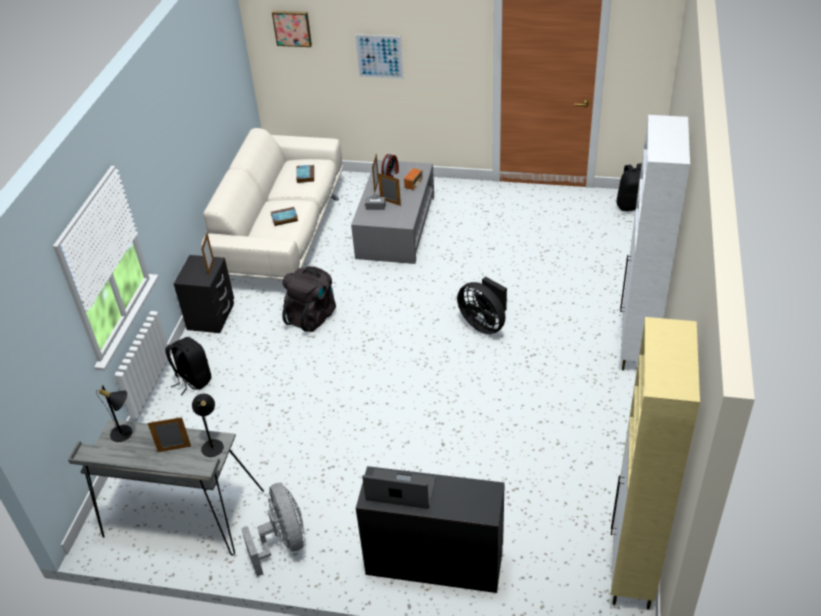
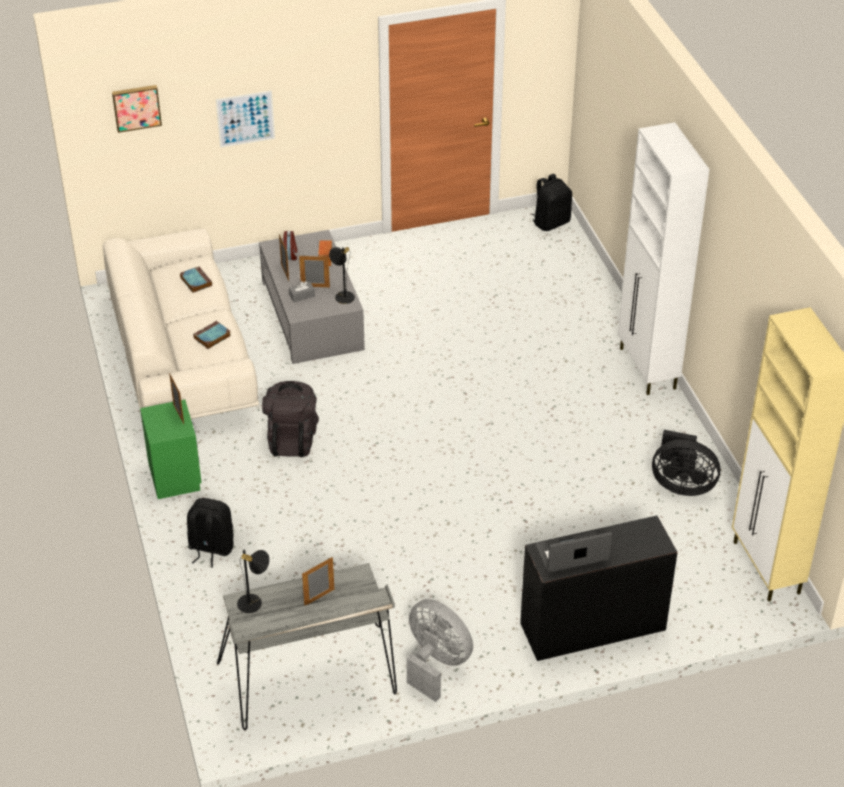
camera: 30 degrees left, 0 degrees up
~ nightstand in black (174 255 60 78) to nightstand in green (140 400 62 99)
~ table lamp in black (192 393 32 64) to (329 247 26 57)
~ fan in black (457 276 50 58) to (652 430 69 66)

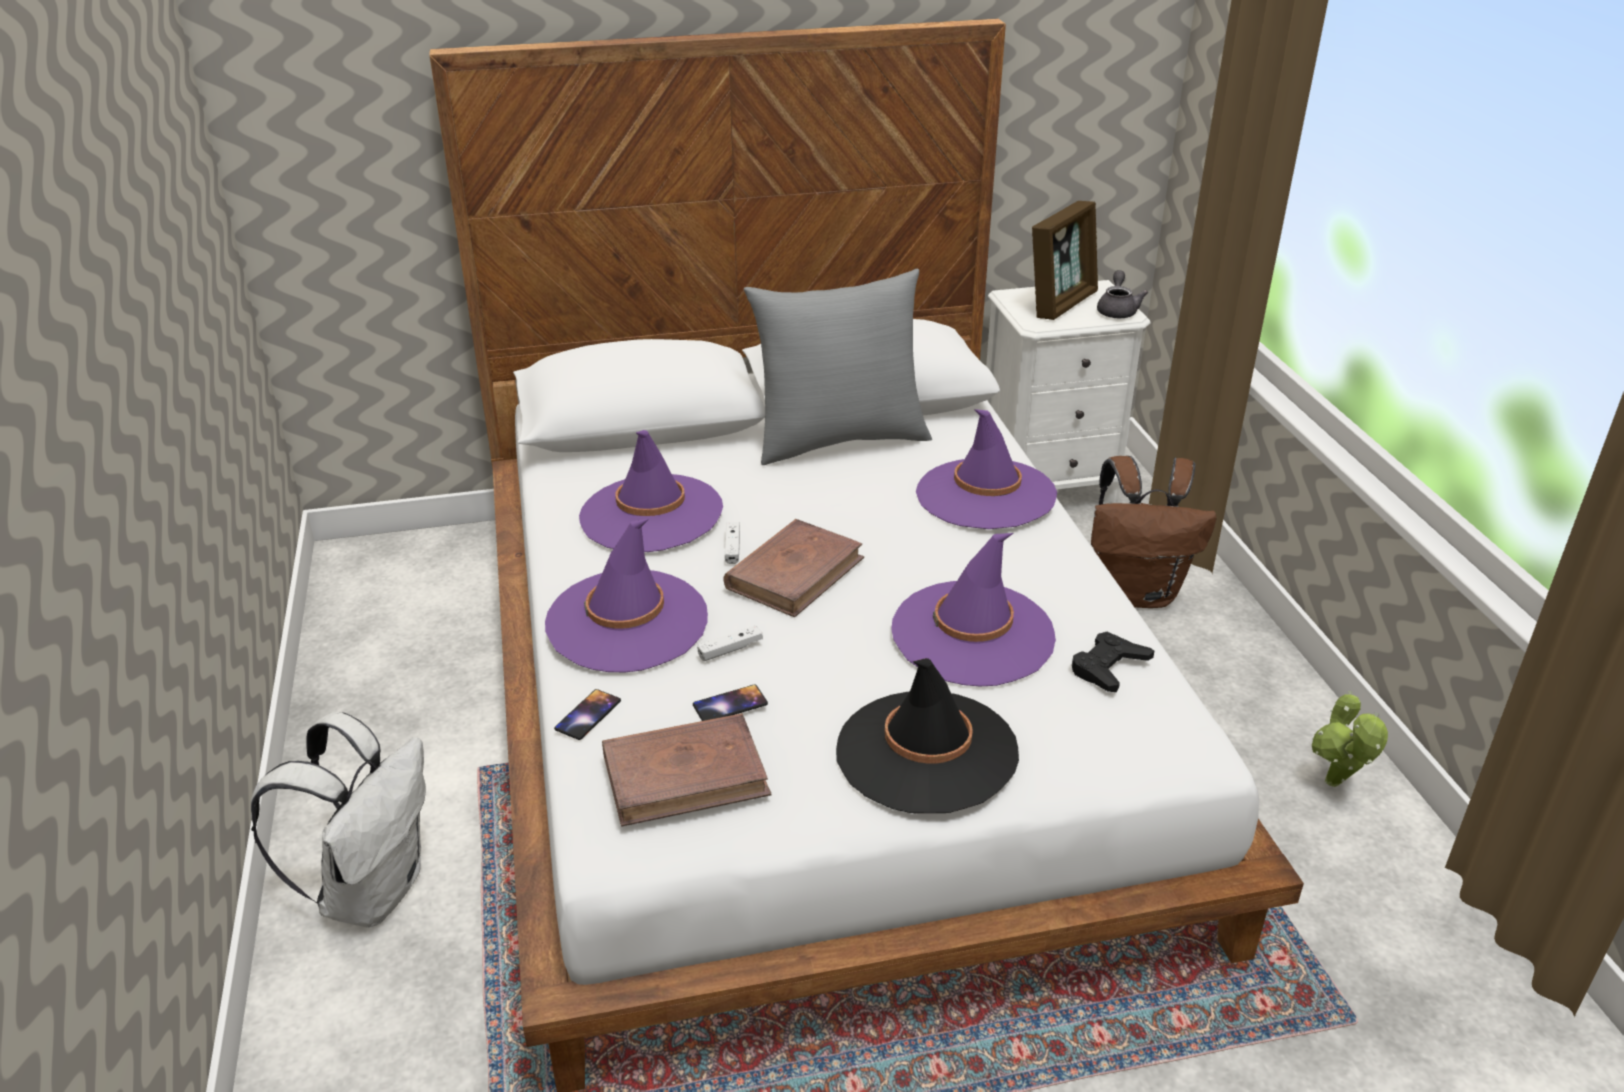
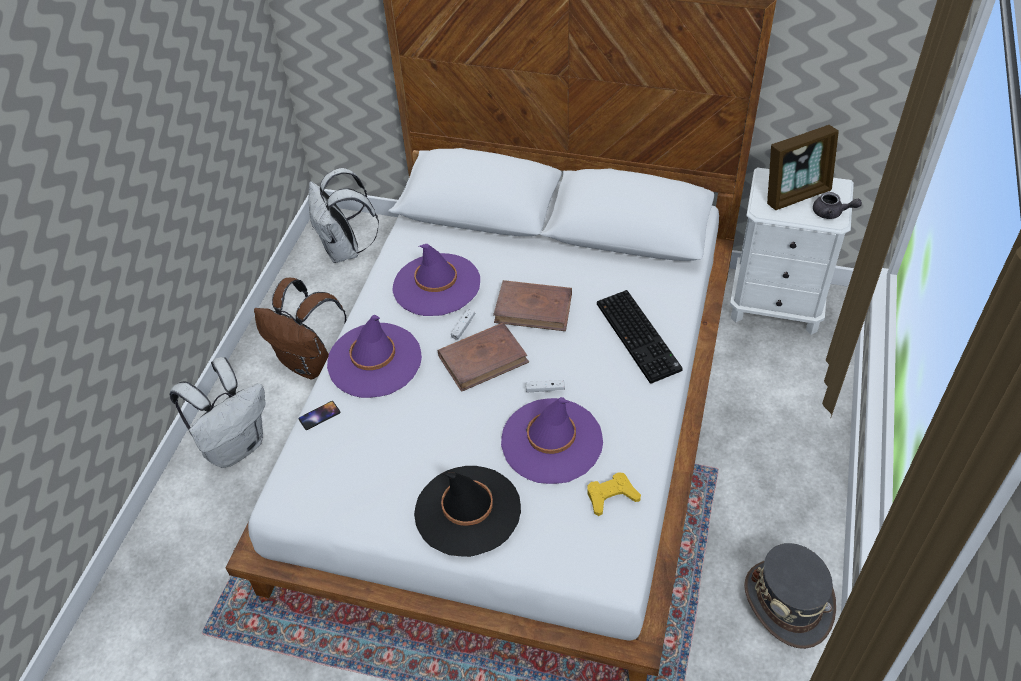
camera: 30 degrees right, 15 degrees up
~ backpack in brown (1091 456 126 152) to (254 278 93 101)
+ backpack in white (308 168 71 95)
~ book in brown (602 713 170 114) to (493 280 79 51)
~ game controller in white (697 625 66 36) to (526 380 39 12)
~ game controller in black (1072 632 82 60) to game controller in yellow (587 473 54 43)
~ hat in purple (916 409 141 120) to keyboard (597 290 86 94)
~ potted plant (1312 691 76 96) to hat in grey (744 543 92 106)
~ teapot in grey (1097 270 51 48) = (813 192 49 27) 75 degrees clockwise
- phone (693 685 75 36)
- pillow in grey (744 269 188 196)

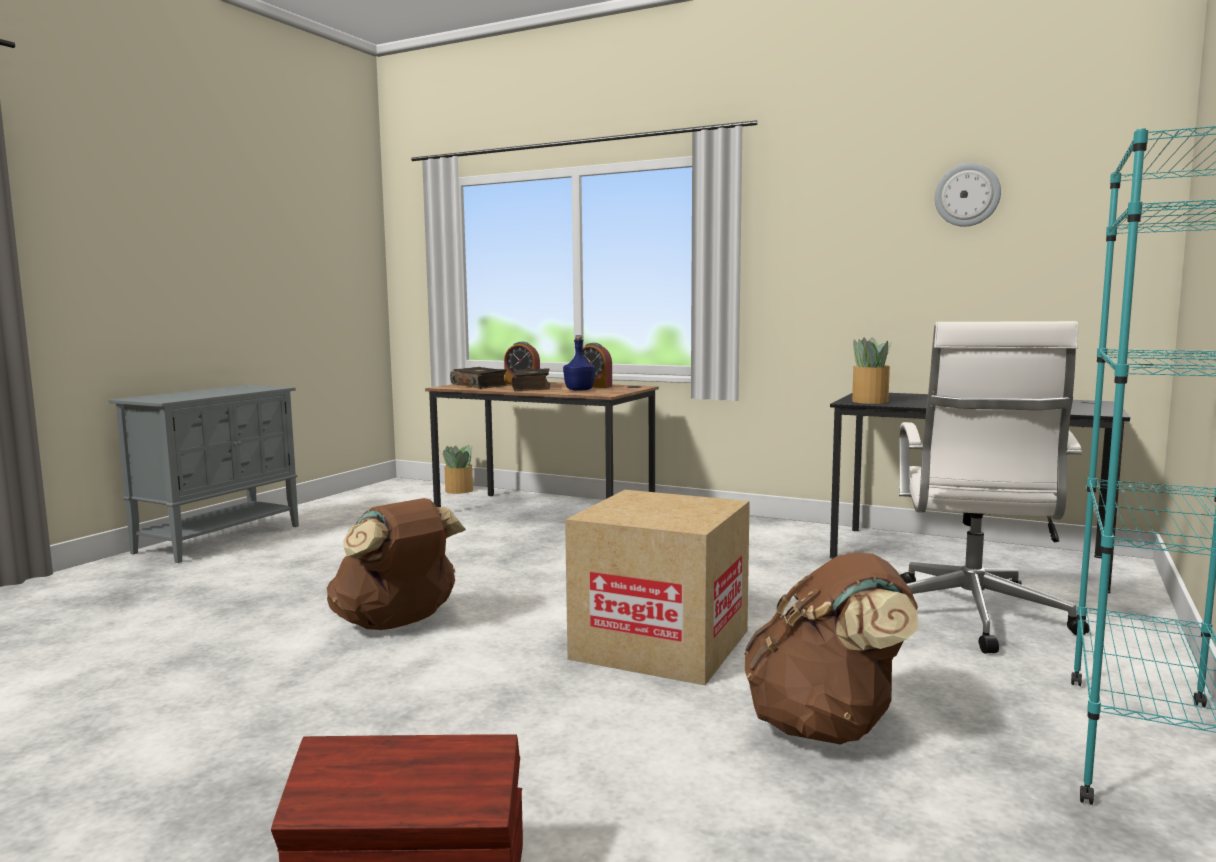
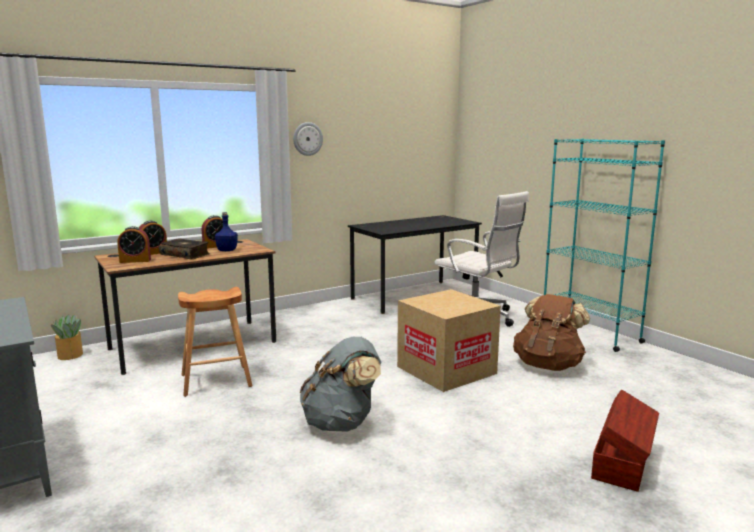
camera: 60 degrees left, 5 degrees up
~ book (450 367 58 22) to alarm clock (117 226 34 37)
+ stool in brown (178 287 74 110)
~ wall clock (935 163 66 64) to (293 122 30 34)
~ backpack in brown (327 498 139 132) to backpack in grey (300 337 81 95)
- potted plant (852 337 40 67)

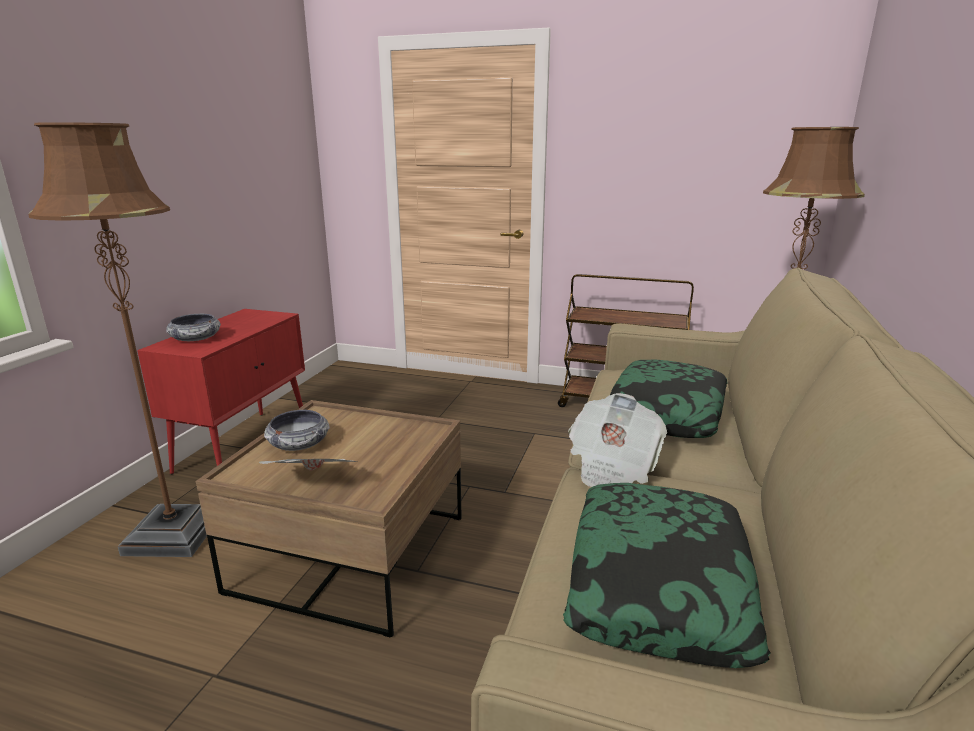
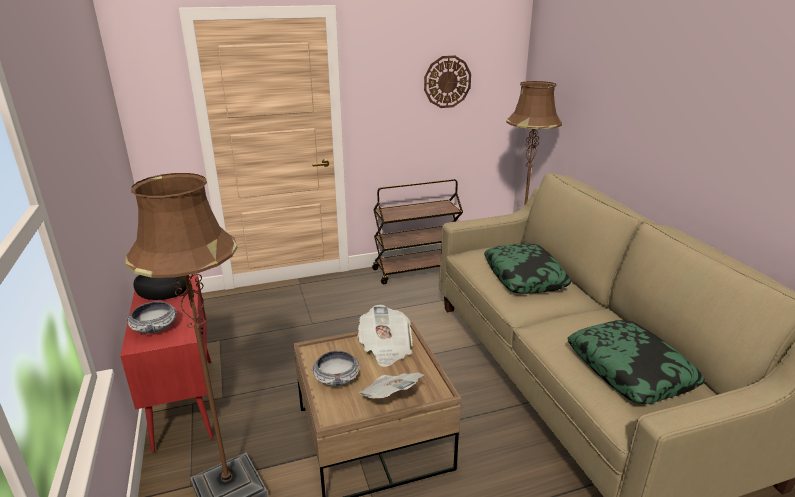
camera: 35 degrees left, 5 degrees up
+ bowl in black (133 275 53 25)
~ newspaper (568 393 99 94) to (357 305 55 62)
+ wall clock (424 55 47 53)

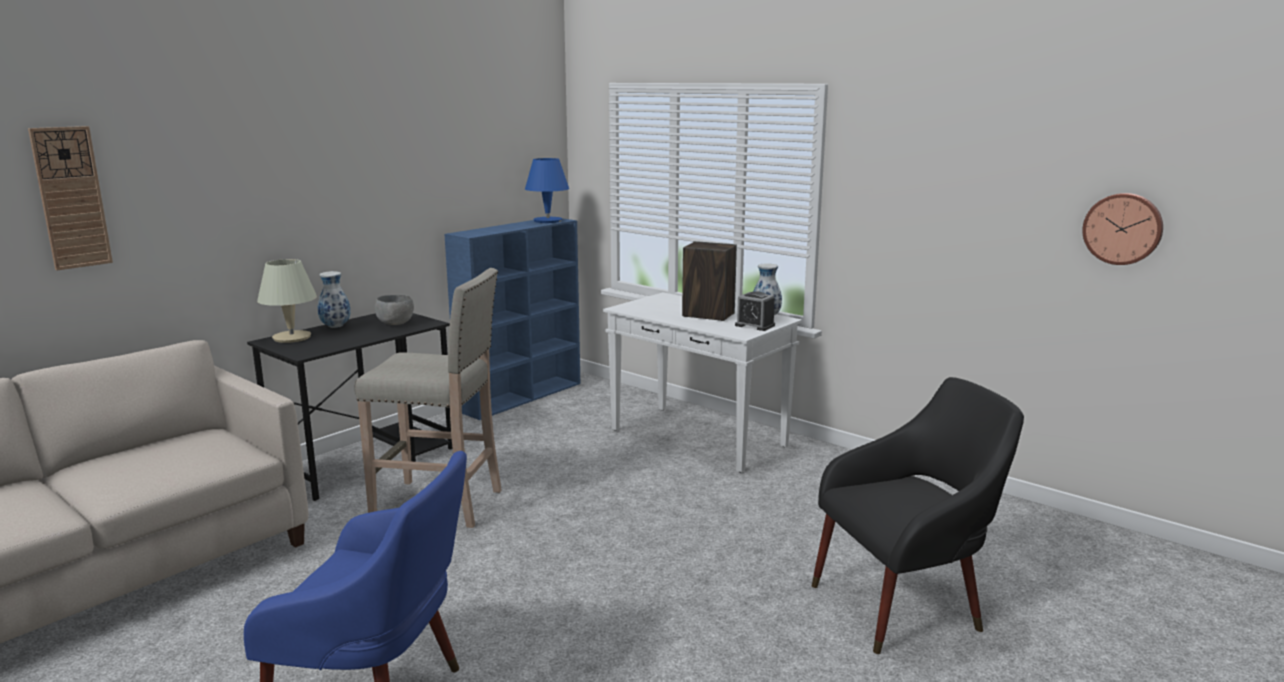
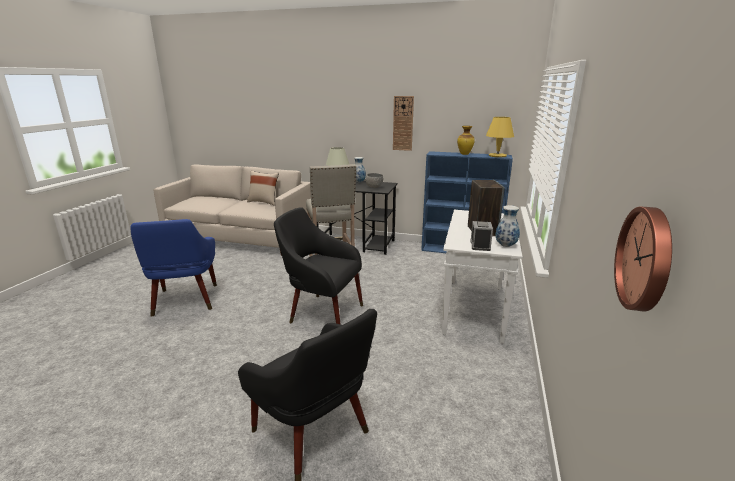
camera: 65 degrees right, 5 degrees up
+ pillow in beige (247 170 32 36)
+ armchair in black (274 207 89 117)
~ wall clock (28 126 85 144) to (393 96 21 55)
+ vase (457 126 18 29)
~ table lamp in blue (525 158 44 65) to table lamp in yellow (486 117 28 40)

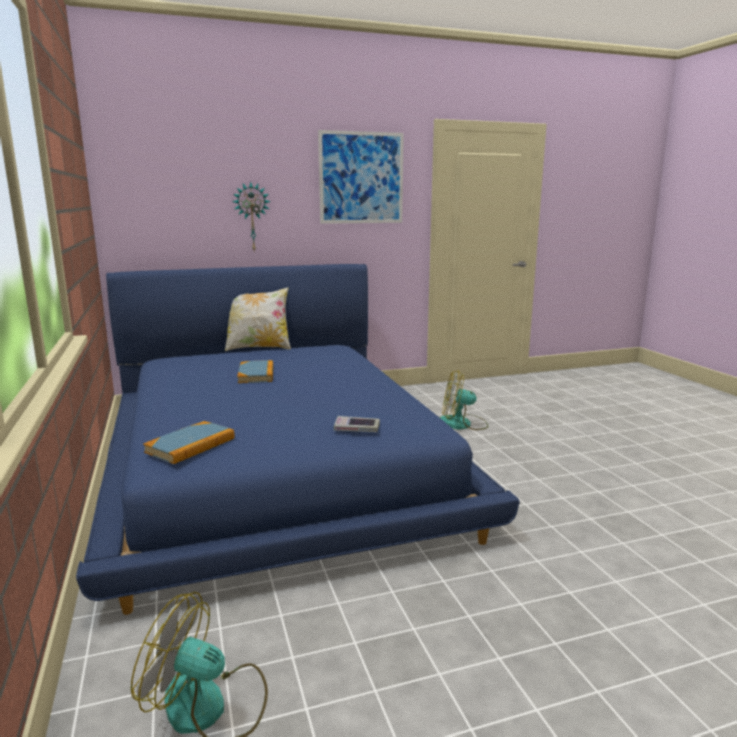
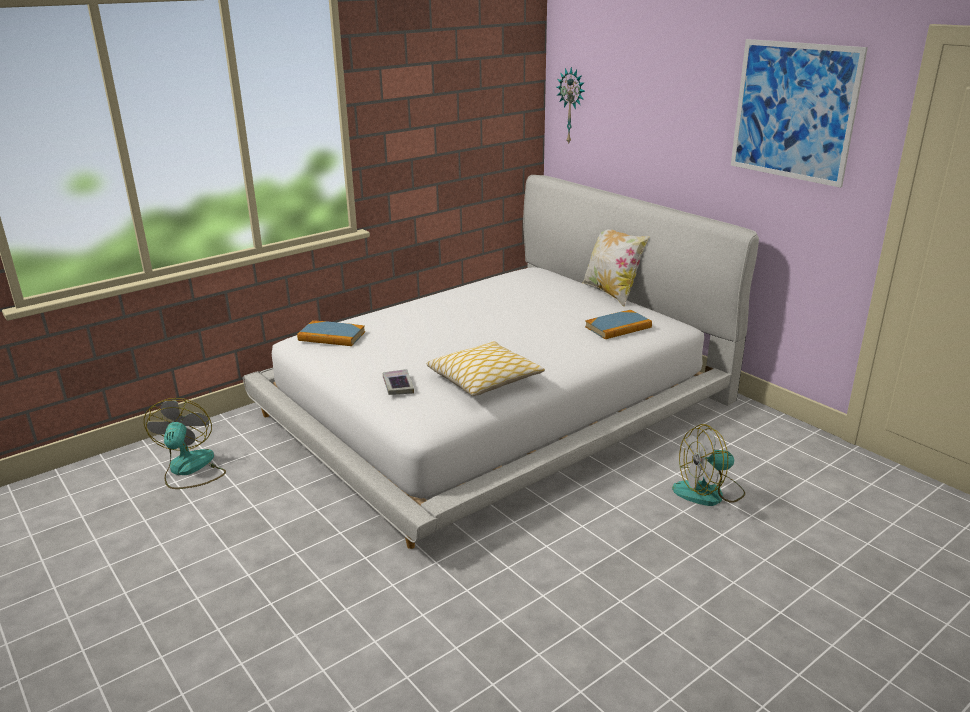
camera: 70 degrees right, 10 degrees up
~ bed in blue (76 264 444 351) to bed in white (243 175 516 374)
+ pillow (427 341 118 55)
~ wall clock (232 182 39 69) to (557 67 28 78)
~ book (237 360 36 23) to (585 310 67 29)
~ fan (440 371 49 59) = (672 424 73 82) 90 degrees counterclockwise

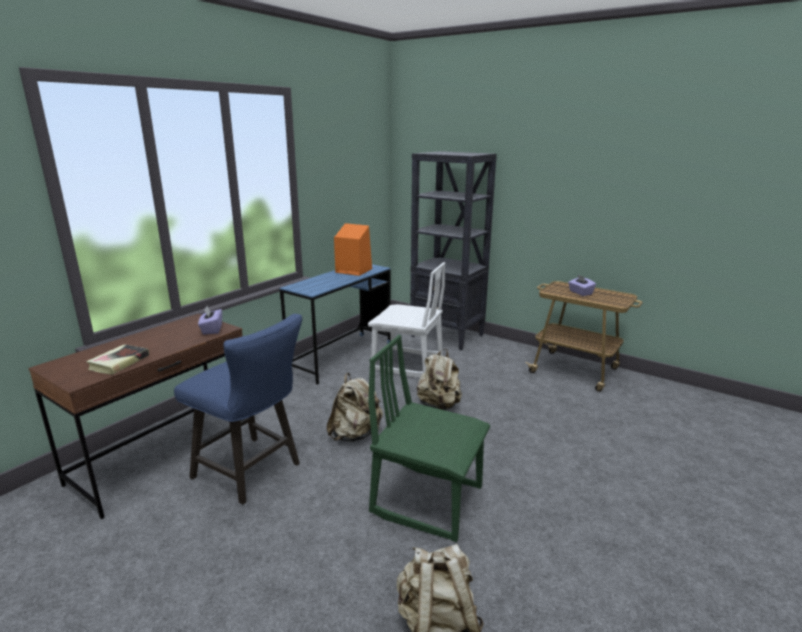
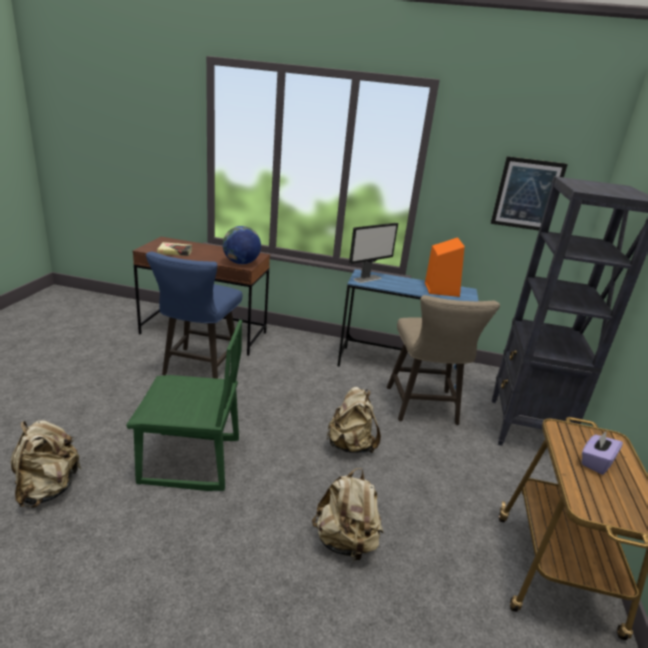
camera: 65 degrees right, 5 degrees up
~ chair in green (368 335 123 207) = (126 320 116 171) 90 degrees clockwise
~ tissue box in purple (198 306 24 29) to globe (223 226 38 38)
~ backpack in beige (326 373 57 69) to (312 468 71 93)
+ monitor (349 223 49 60)
~ chair in white (368 262 77 116) to stool in beige (387 295 113 130)
+ picture (491 156 77 75)

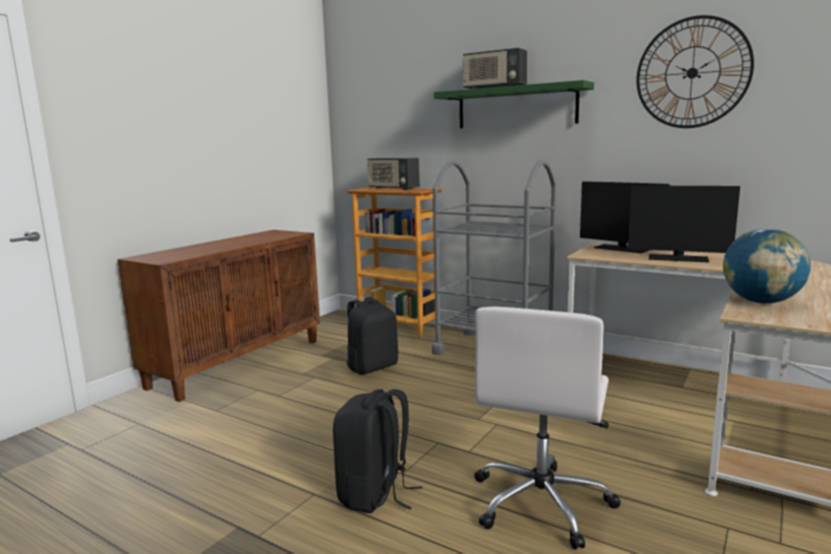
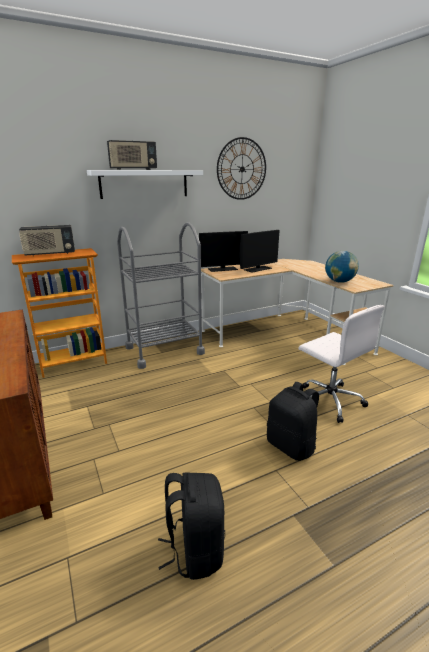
camera: 60 degrees left, 10 degrees up
~ shelf in green (434 80 160 48) to shelf in white (87 170 116 29)
~ backpack in black (347 297 51 78) to (158 473 67 107)

